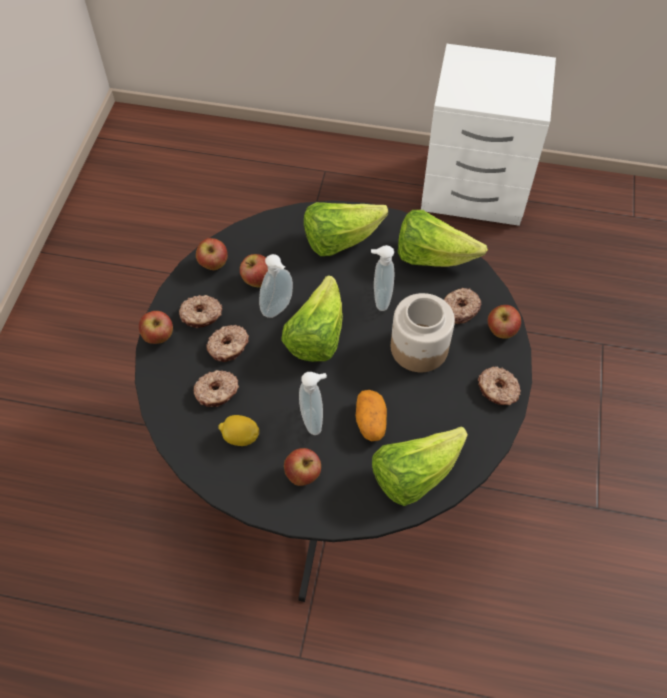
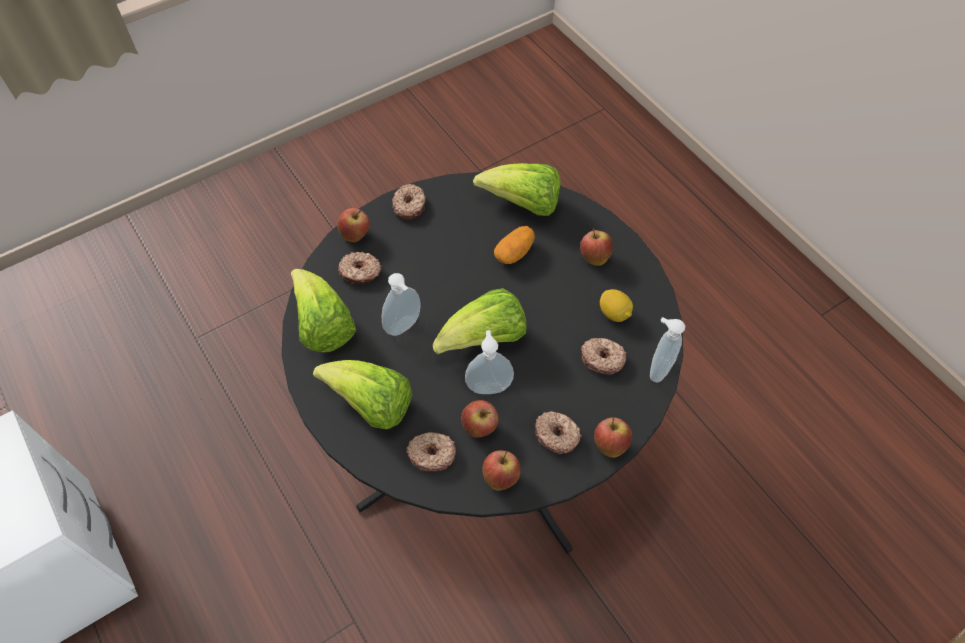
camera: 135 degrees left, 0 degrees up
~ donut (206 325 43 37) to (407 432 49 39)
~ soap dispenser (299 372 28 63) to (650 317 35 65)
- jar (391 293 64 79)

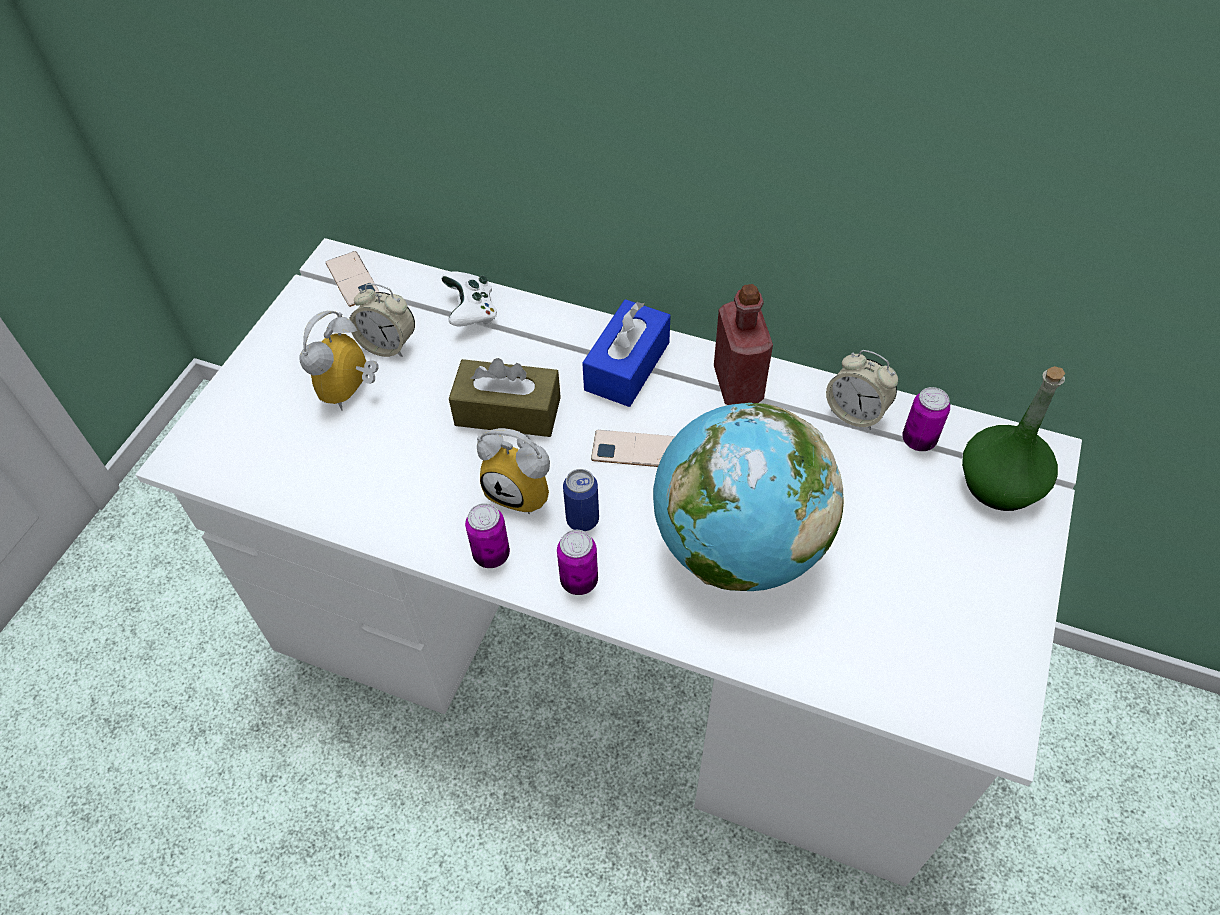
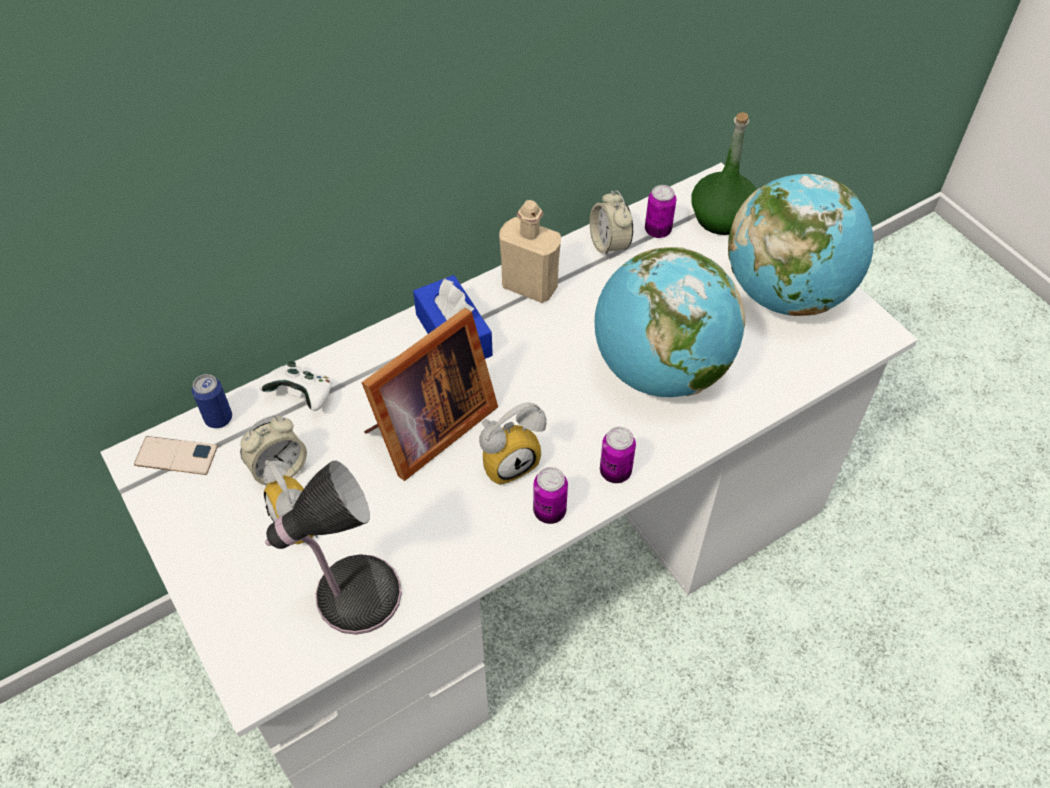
camera: 55 degrees left, 0 degrees up
~ can (563 469 36 62) to (192 374 40 54)
+ table lamp (265 461 137 174)
~ tissue box in brown (449 358 112 79) to picture frame (362 308 136 173)
~ bottle in red (714 284 59 121) to bottle in beige (499 200 62 103)
~ alarm clock (826 350 72 80) = (590 190 43 69) 90 degrees clockwise
+ globe (728 174 146 142)
- phone (591 430 84 37)

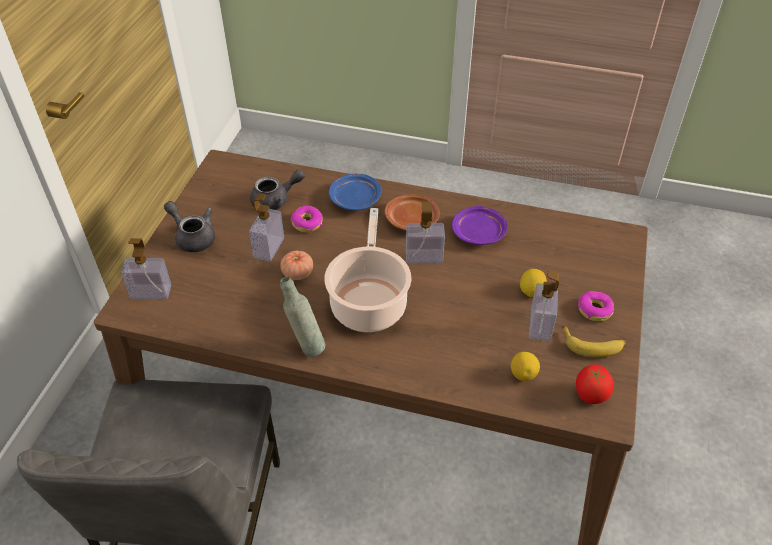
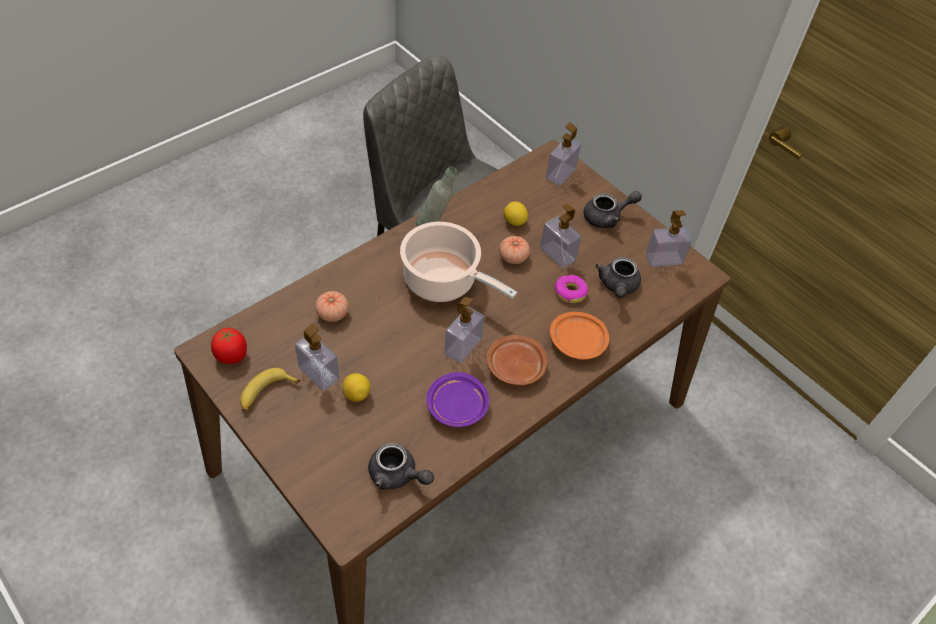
camera: 120 degrees right, 5 degrees up
+ tomato (315 291 34 31)
+ teapot in grey (368 443 66 47)
~ lemon (511 352 29 29) to (504 201 24 25)
~ plate in blue (329 174 52 37) to plate in orange (550 312 59 48)
+ soap dispenser (646 210 46 57)
- donut (578 291 36 30)

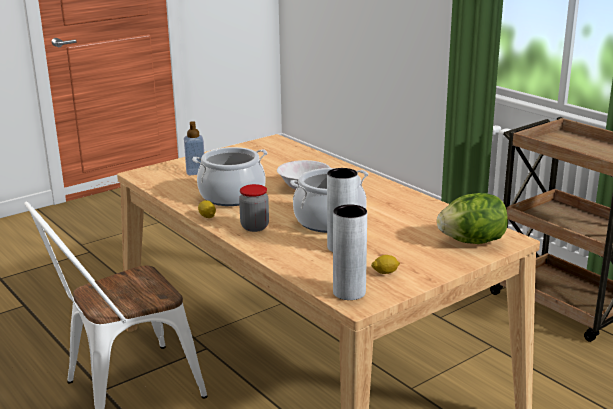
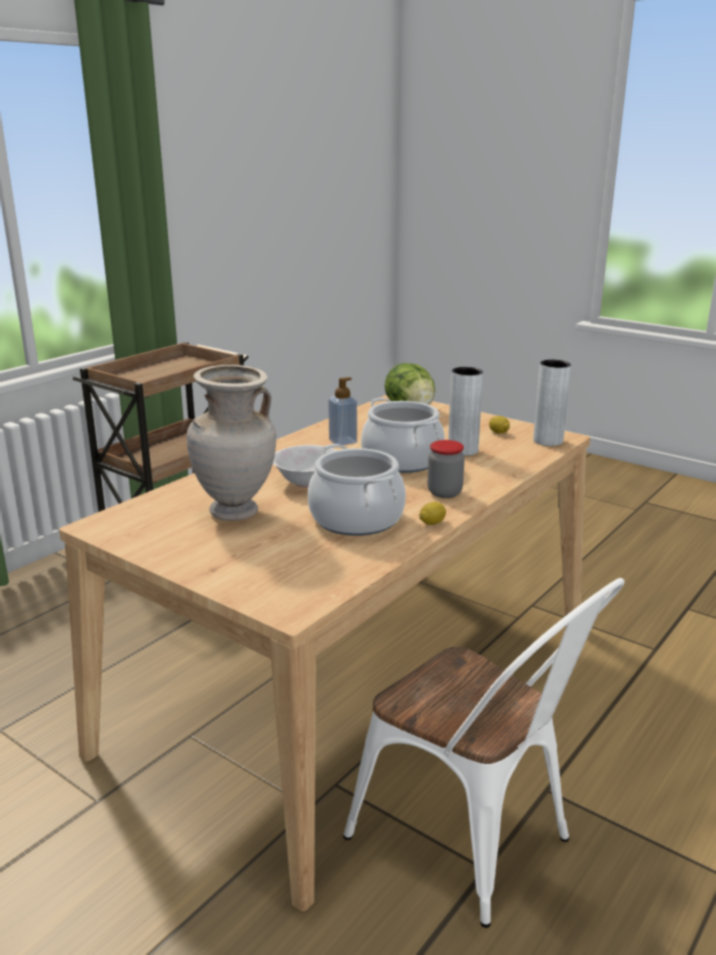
camera: 105 degrees left, 0 degrees up
+ vase in beige (187 365 89 156)
~ soap dispenser (184 121 20 54) to (328 377 29 68)

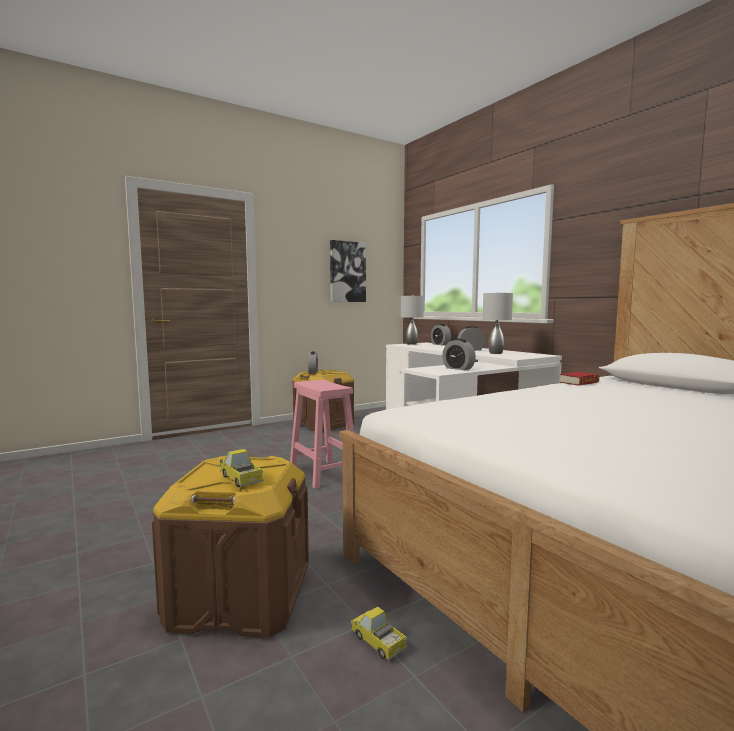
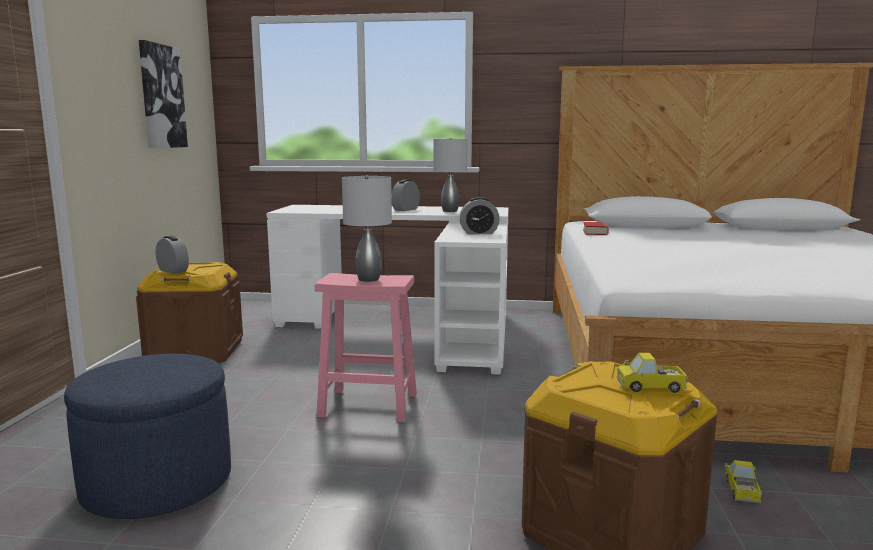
camera: 50 degrees left, 5 degrees up
+ ottoman in blue (64 354 167 165)
~ table lamp in grey (401 295 23 50) to (342 175 50 107)
~ toy truck (351 607 56 54) = (725 460 37 43) 105 degrees clockwise
- alarm clock (431 324 20 21)

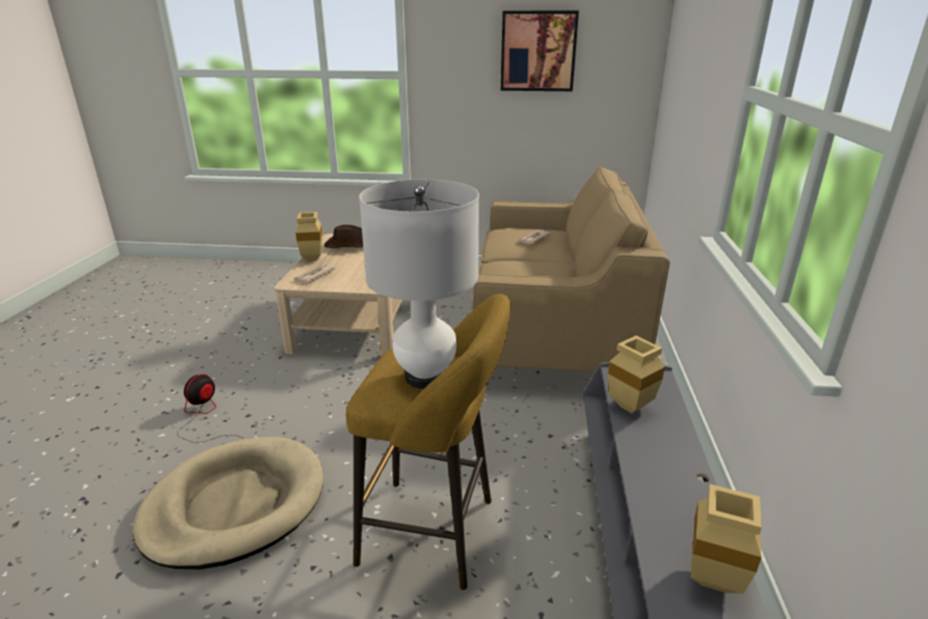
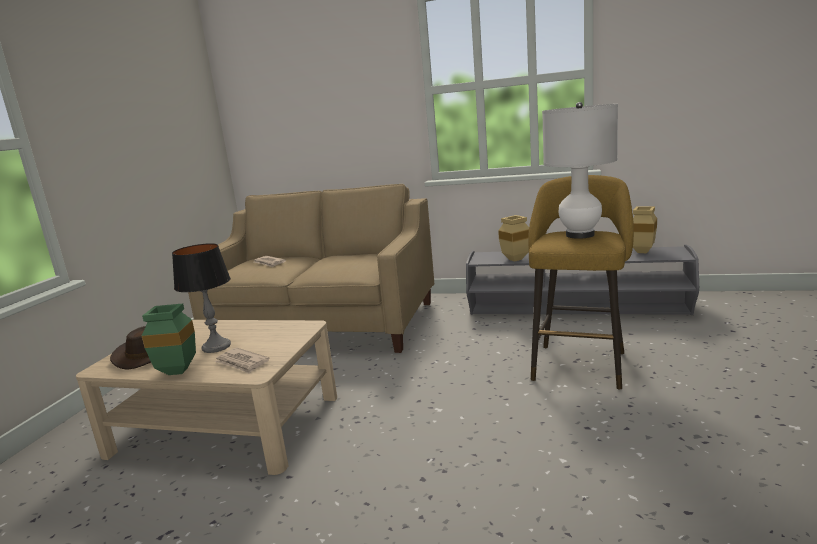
camera: 80 degrees left, 10 degrees down
~ vase in beige (296 212 26 49) to vase in green (142 304 54 71)
+ table lamp (172 243 59 110)
- dog bed in beige (133 437 190 132)
- fan (177 374 65 69)
- picture (501 11 78 80)

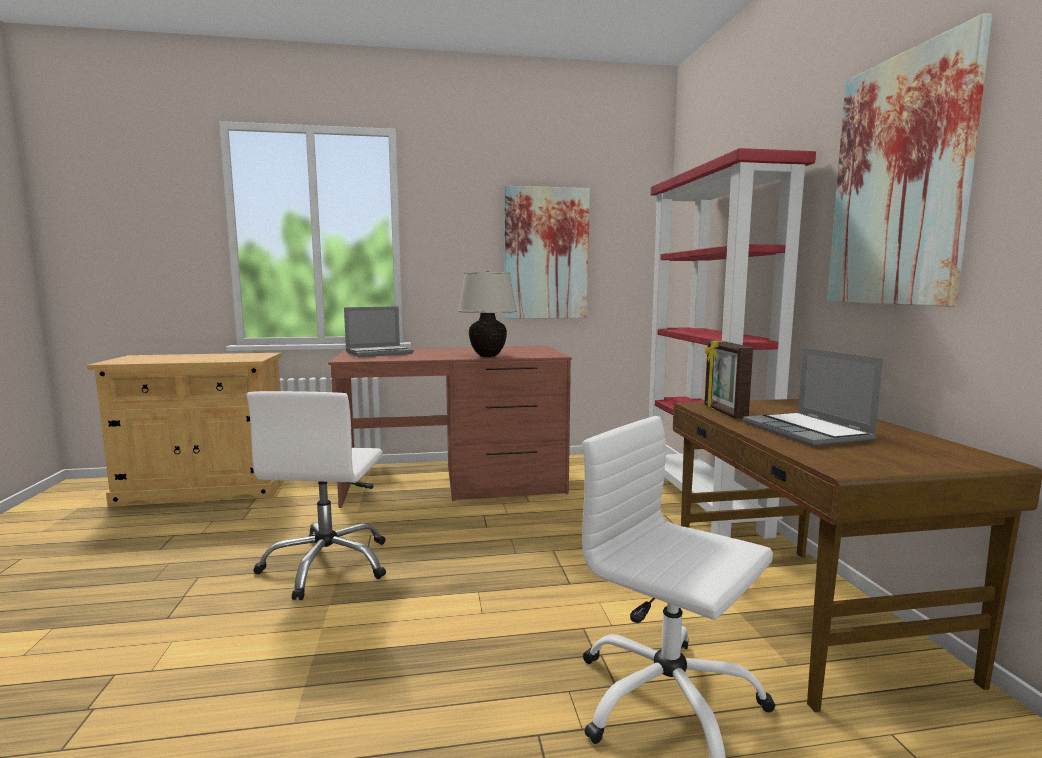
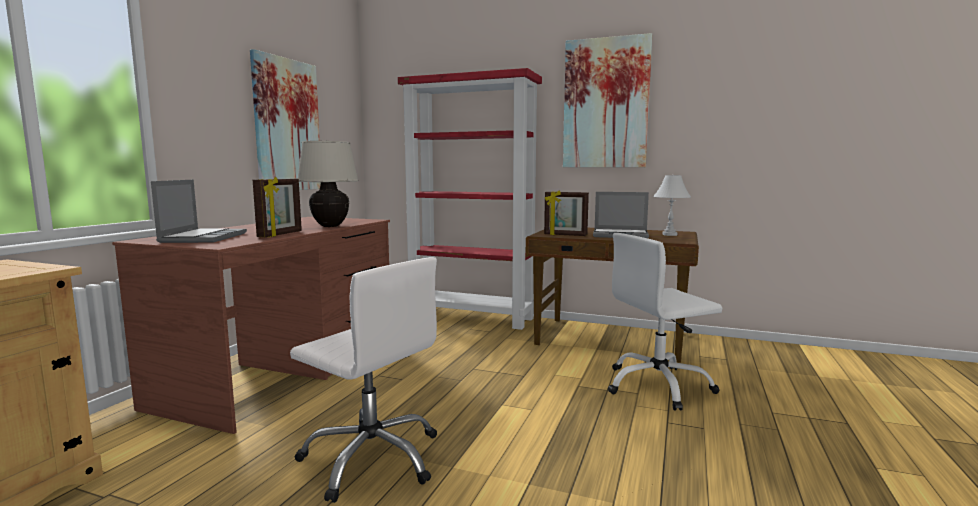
camera: 60 degrees left, 0 degrees up
+ picture frame (253 177 49 60)
+ table lamp in white (653 175 38 61)

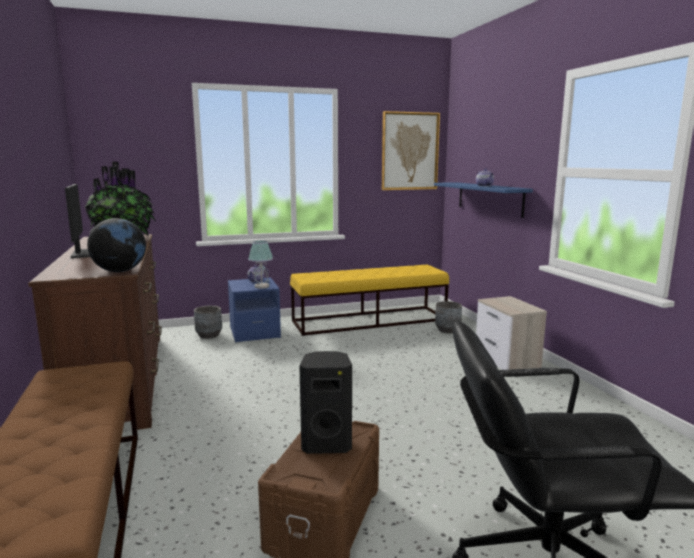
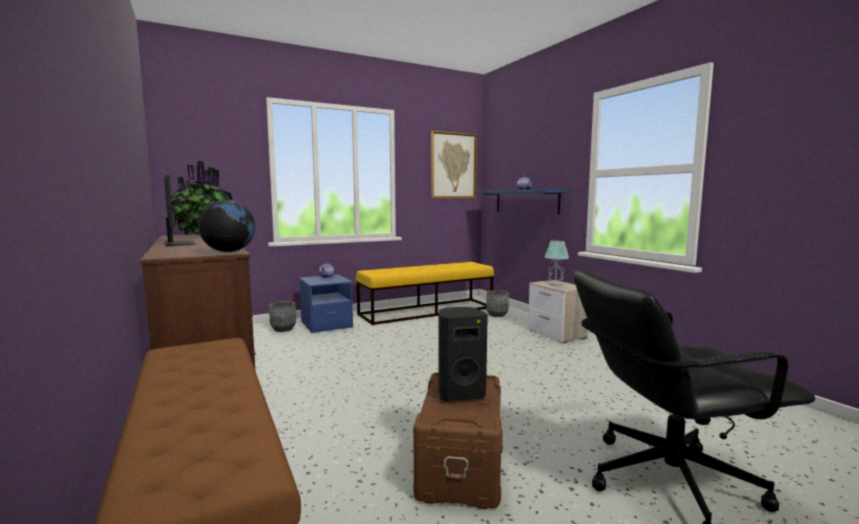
camera: 10 degrees left, 5 degrees down
~ table lamp (248 241 25 48) to (544 240 25 46)

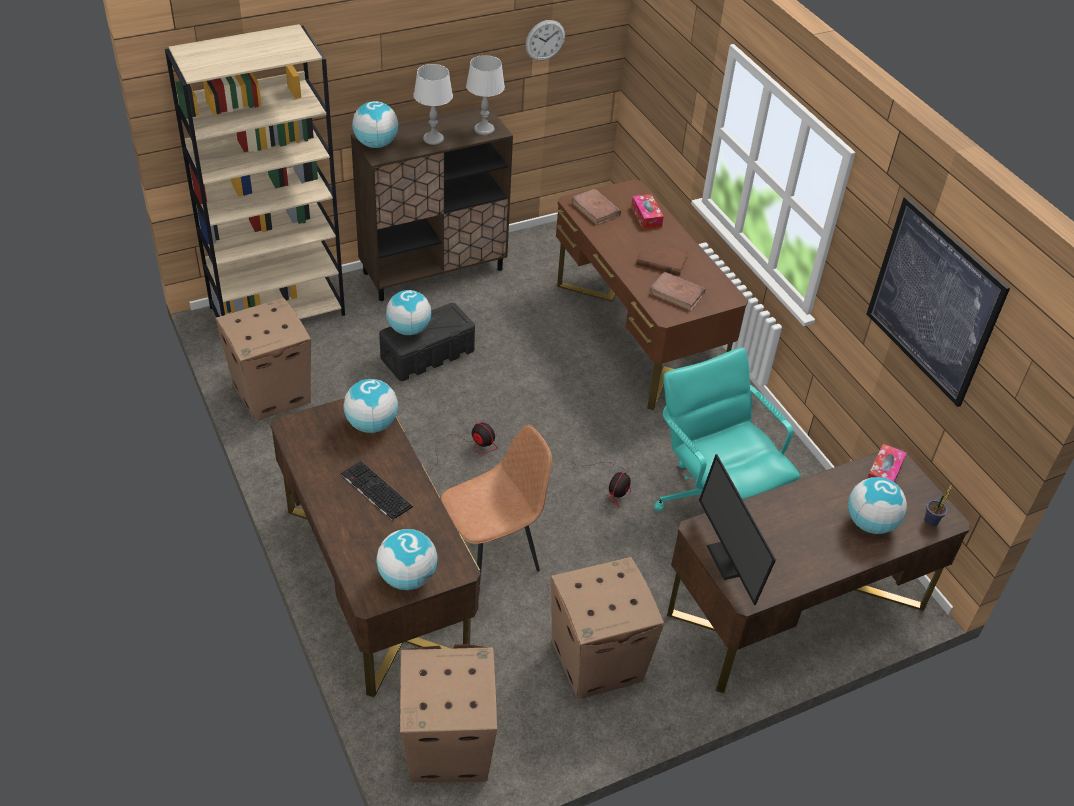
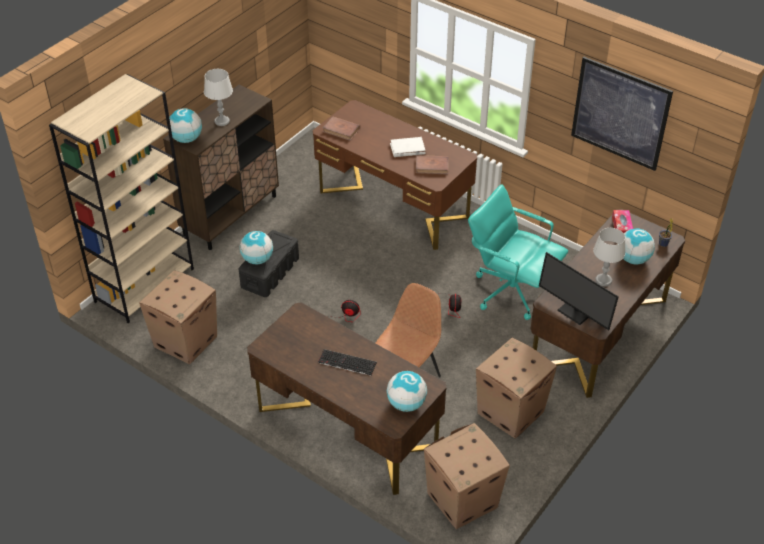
camera: 25 degrees left, 0 degrees up
~ book in brown (636 241 52 35) to book in white (390 137 36 20)
~ table lamp in grey (466 55 39 80) to (593 228 32 58)
- globe (343 379 55 54)
- wall clock (525 20 40 41)
- tissue box (631 194 33 35)

